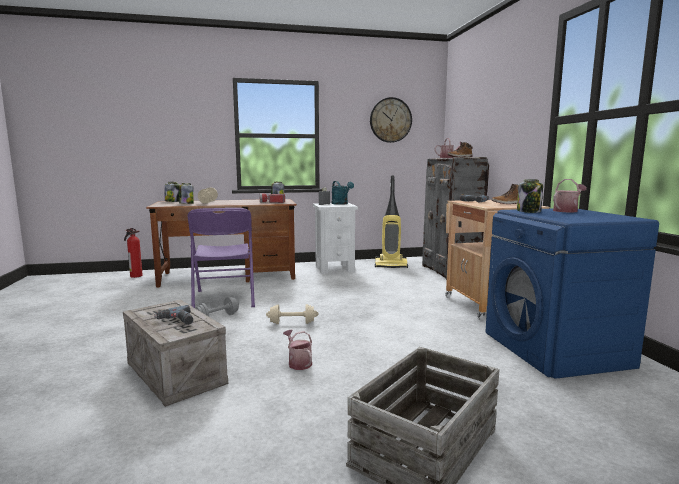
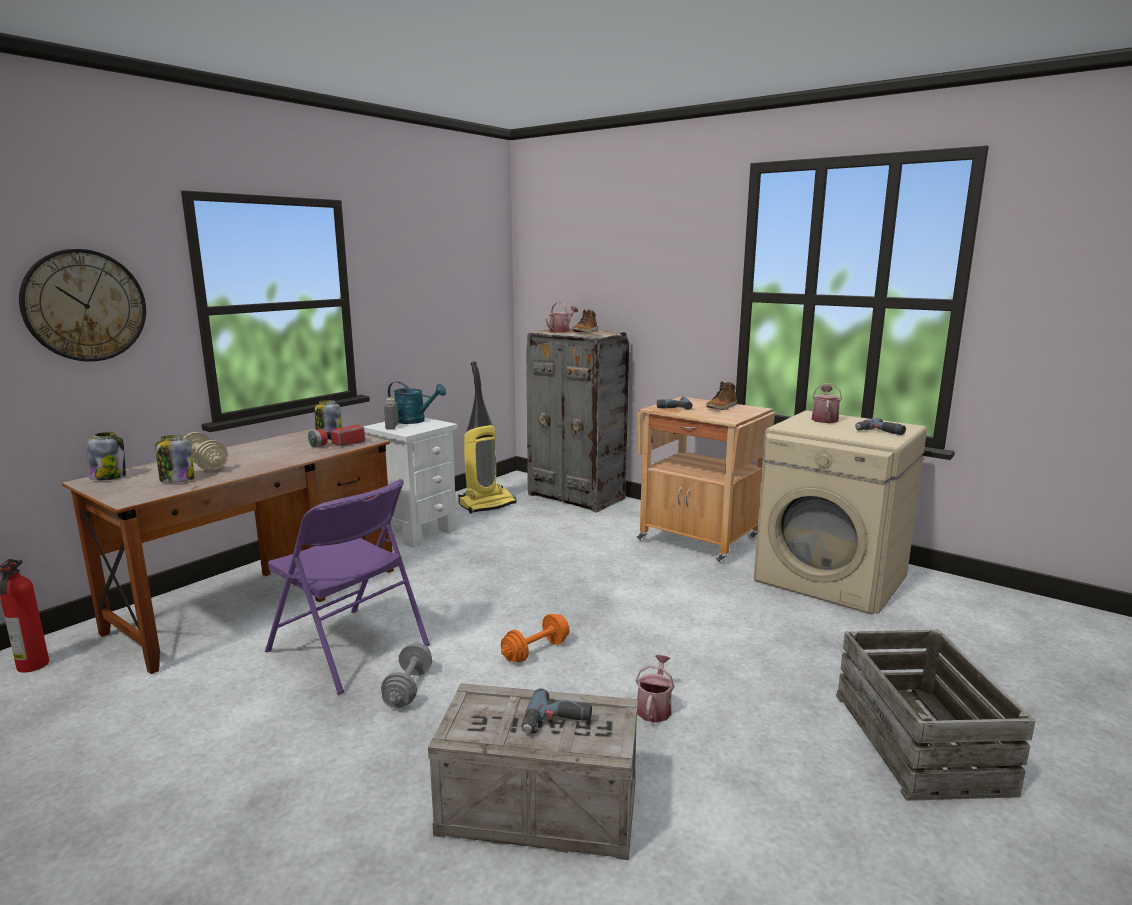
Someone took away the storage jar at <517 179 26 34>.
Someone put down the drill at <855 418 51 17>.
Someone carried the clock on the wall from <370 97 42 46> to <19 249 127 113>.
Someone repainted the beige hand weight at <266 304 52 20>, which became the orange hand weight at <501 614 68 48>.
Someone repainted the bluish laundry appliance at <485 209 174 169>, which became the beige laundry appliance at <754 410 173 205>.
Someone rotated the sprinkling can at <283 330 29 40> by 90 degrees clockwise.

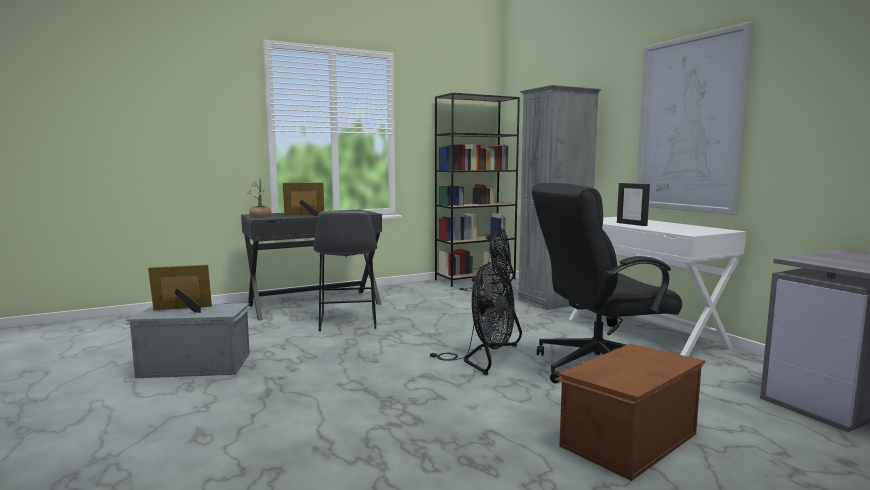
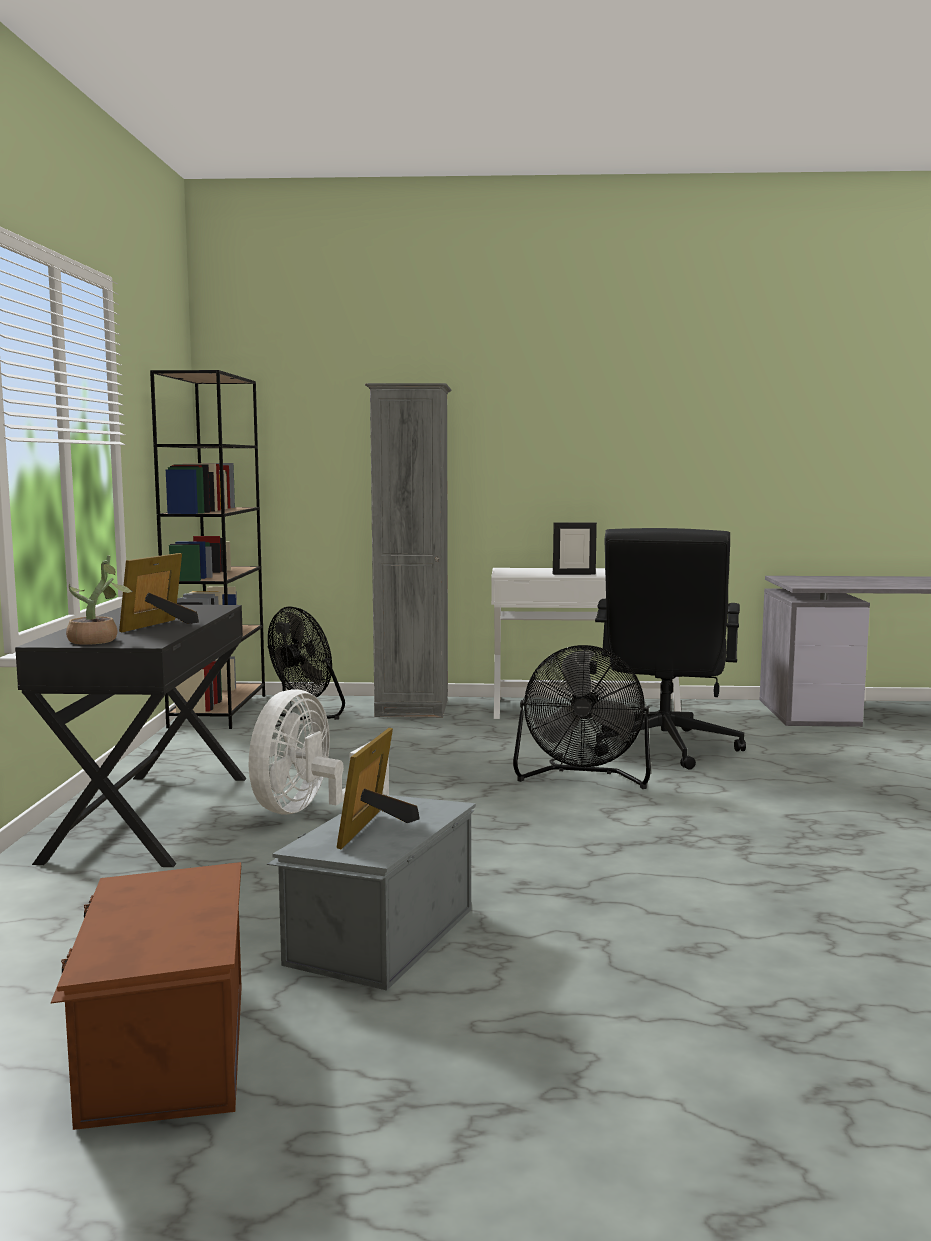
Someone took away the wall art at <636 22 118 193>.
Someone carried the brown-coloured storage container from <554 344 151 137> to <51 862 191 268>.
Someone swapped the grey stool seat at <313 211 65 120> for the white fan at <249 689 140 125>.
Someone rotated the black-coloured fan at <429 262 93 113> by 135 degrees clockwise.

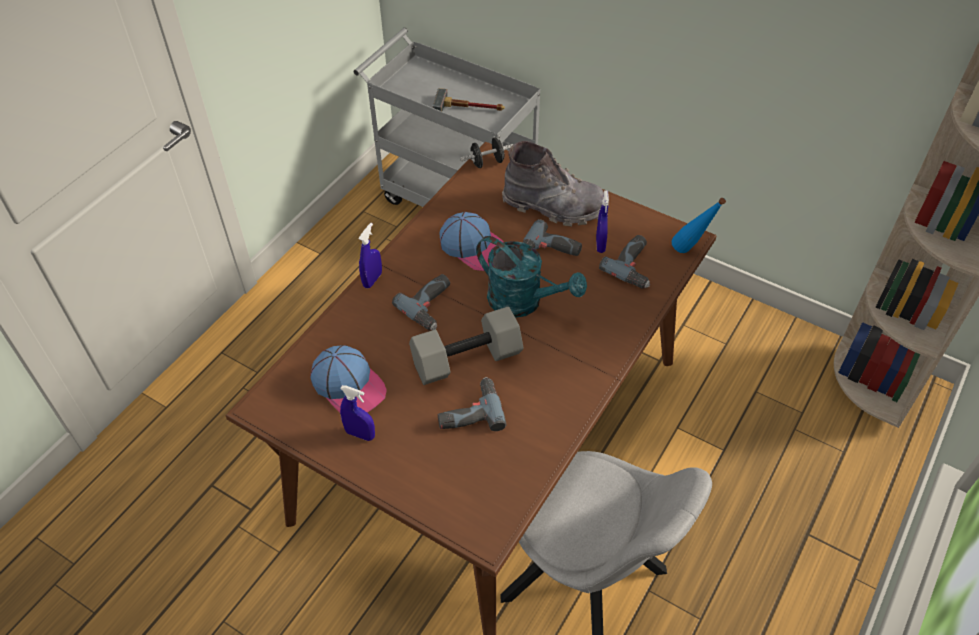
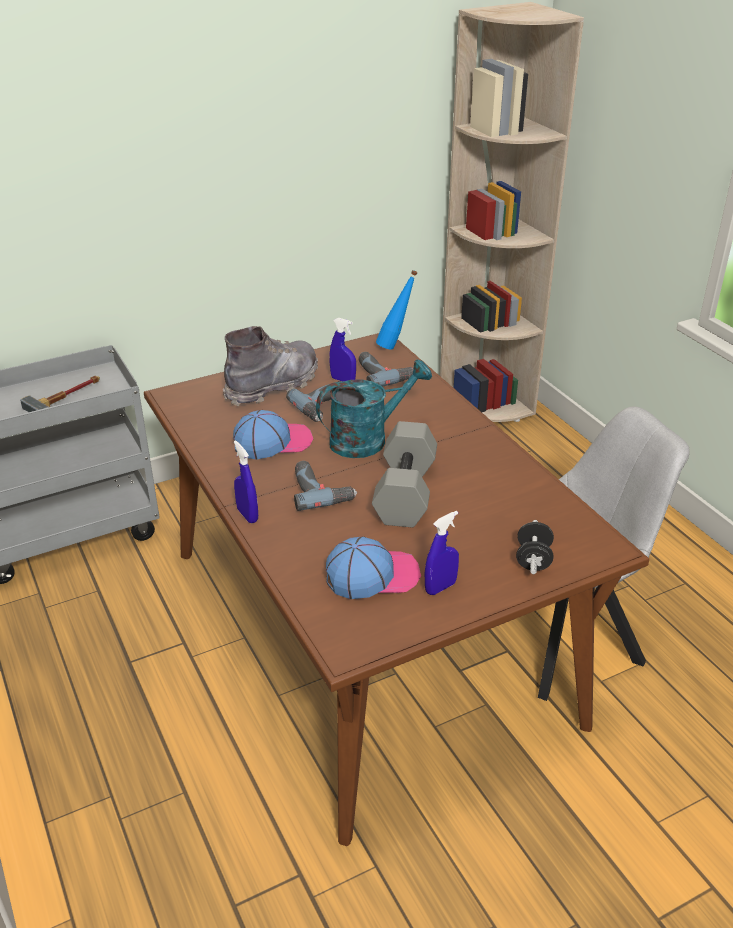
Someone took away the drill at <438 377 68 54>.
Someone carried the black-coloured hand weight from <460 137 53 31> to <516 520 38 54>.

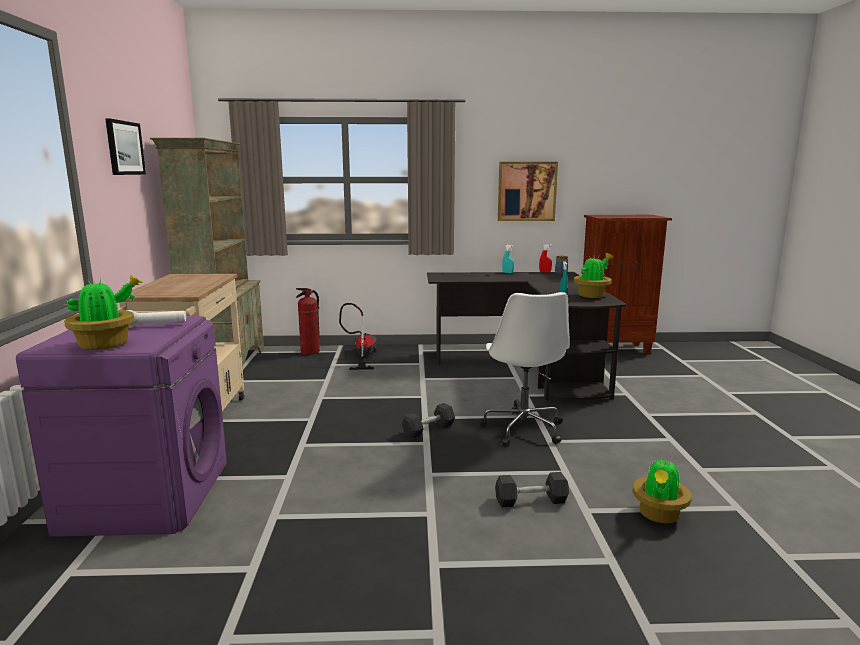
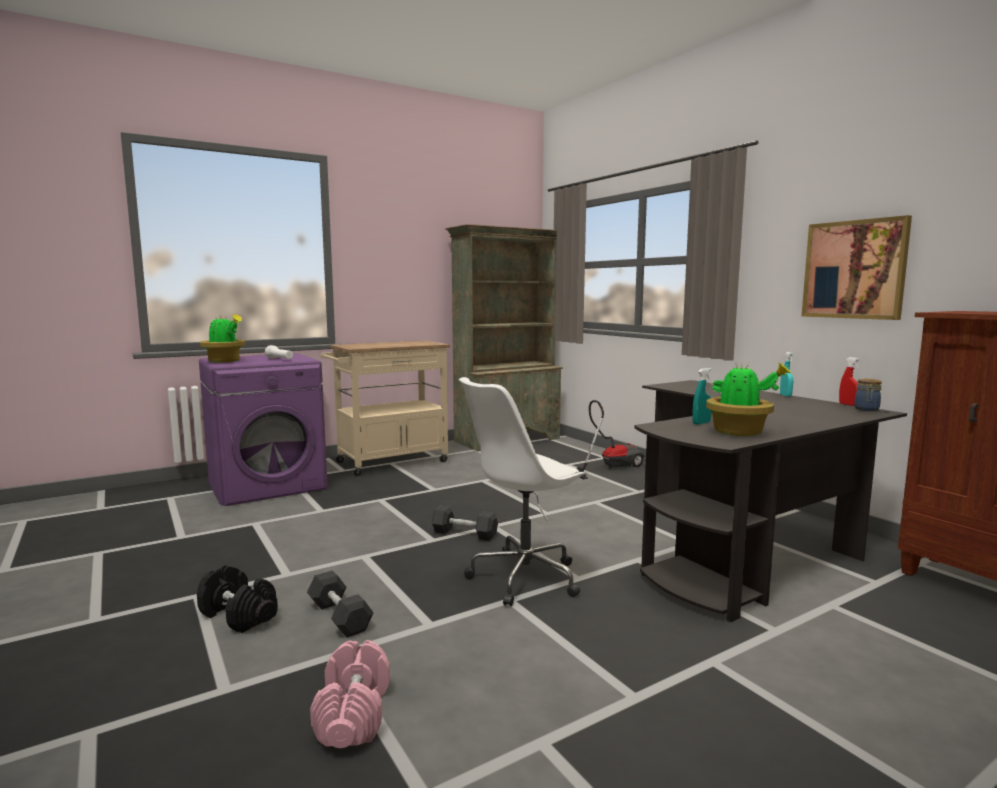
Someone took away the wall art at <105 118 41 57>.
Someone took away the fire extinguisher at <296 288 24 67>.
Someone put down the black-coloured hand weight at <197 565 81 68>.
Someone swapped the potted plant at <633 458 59 65> for the pink-coloured hand weight at <310 640 80 108>.

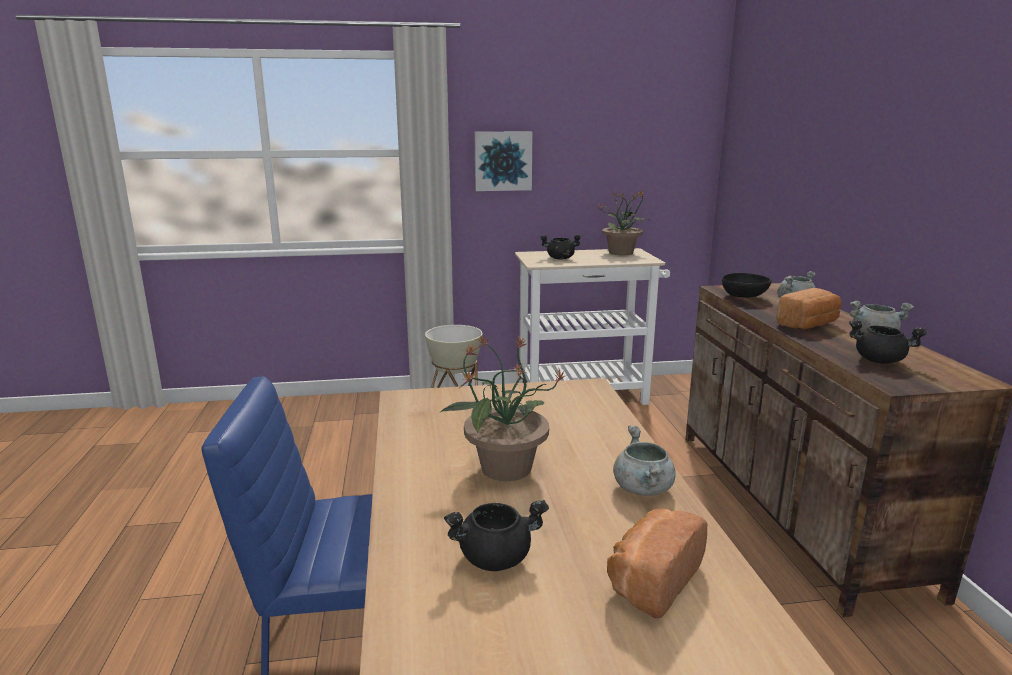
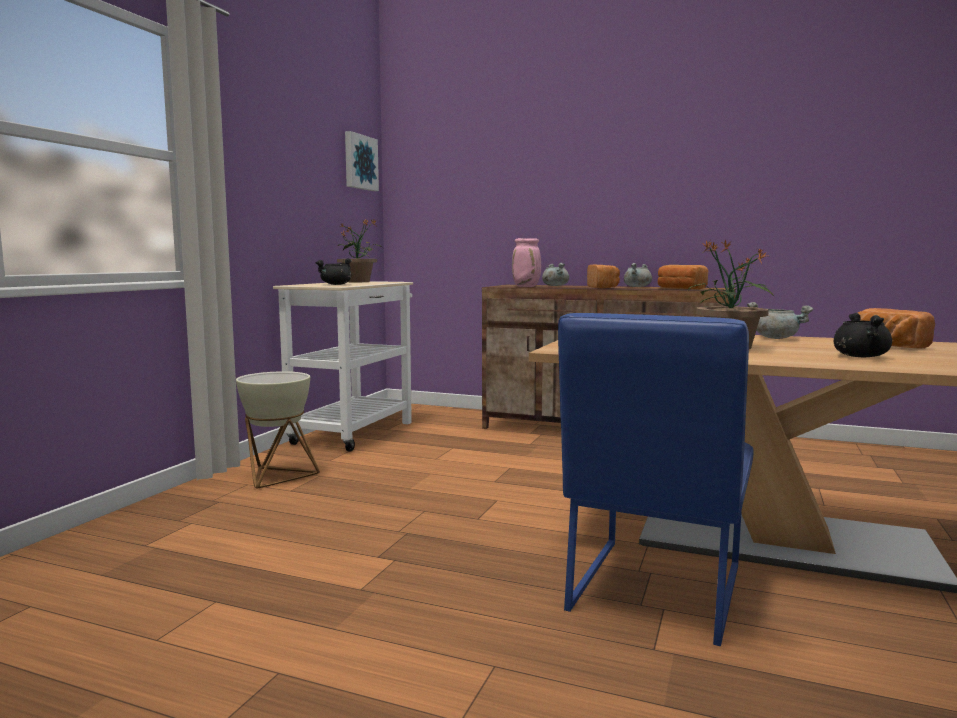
Someone carried the wall art from <474 132 59 59> to <345 131 34 60>.
Someone swapped the black-coloured deep dish at <722 273 49 25> for the pink-coloured decorative vase at <512 238 29 49>.
Someone swapped the black-coloured cooking pot at <849 320 78 44> for the bakery bread at <658 265 50 24>.

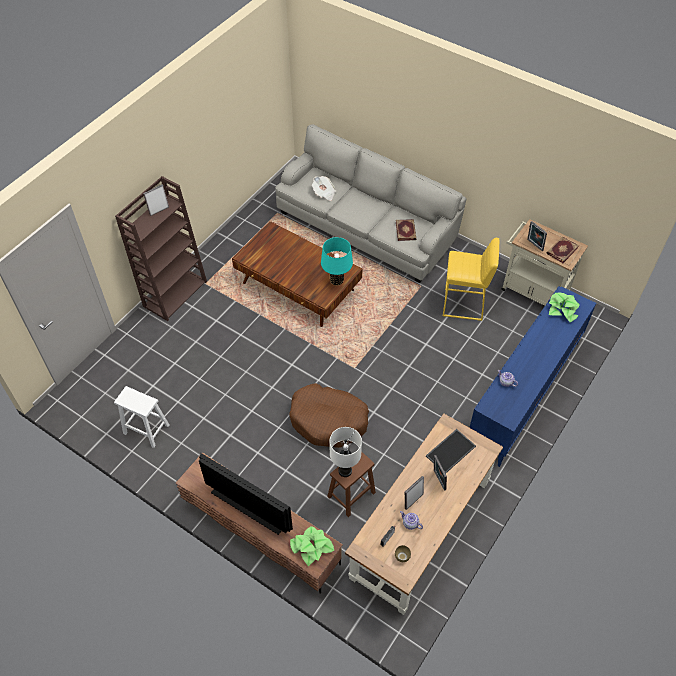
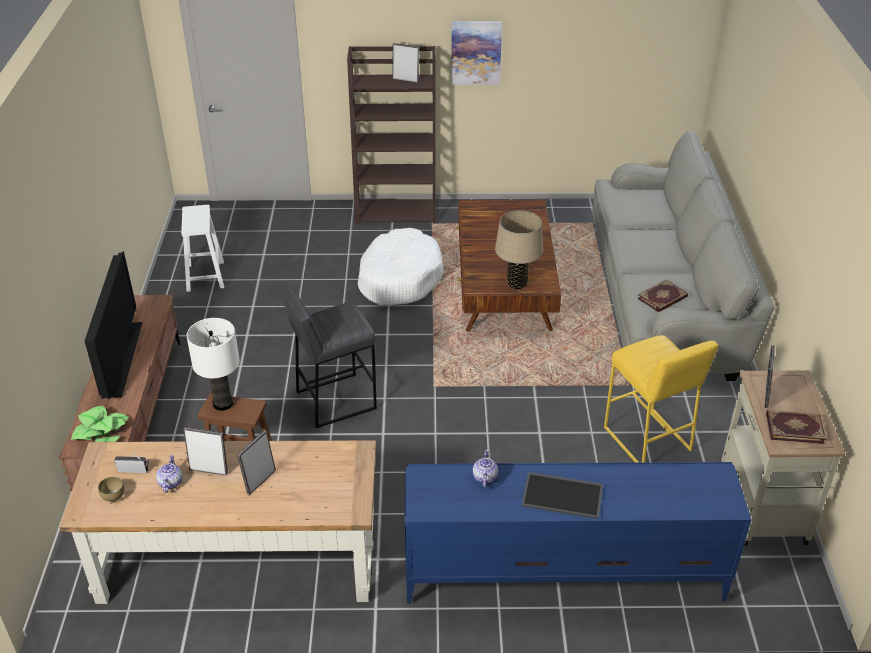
Someone took away the newspaper at <312 176 24 25>.
Someone took away the potted plant at <549 292 30 30>.
Someone put down the white pet bed at <358 228 85 78>.
Someone put up the wall art at <451 21 51 64>.
Someone carried the carrying tray from <426 429 50 45> to <522 472 81 47>.
Someone swapped the brown-coloured pet bed at <289 383 80 65> for the grey stool seat at <280 285 97 143>.
Someone repainted the turquoise-coloured lamp for a table at <321 237 32 49>, which became the beige lamp for a table at <495 210 48 79>.

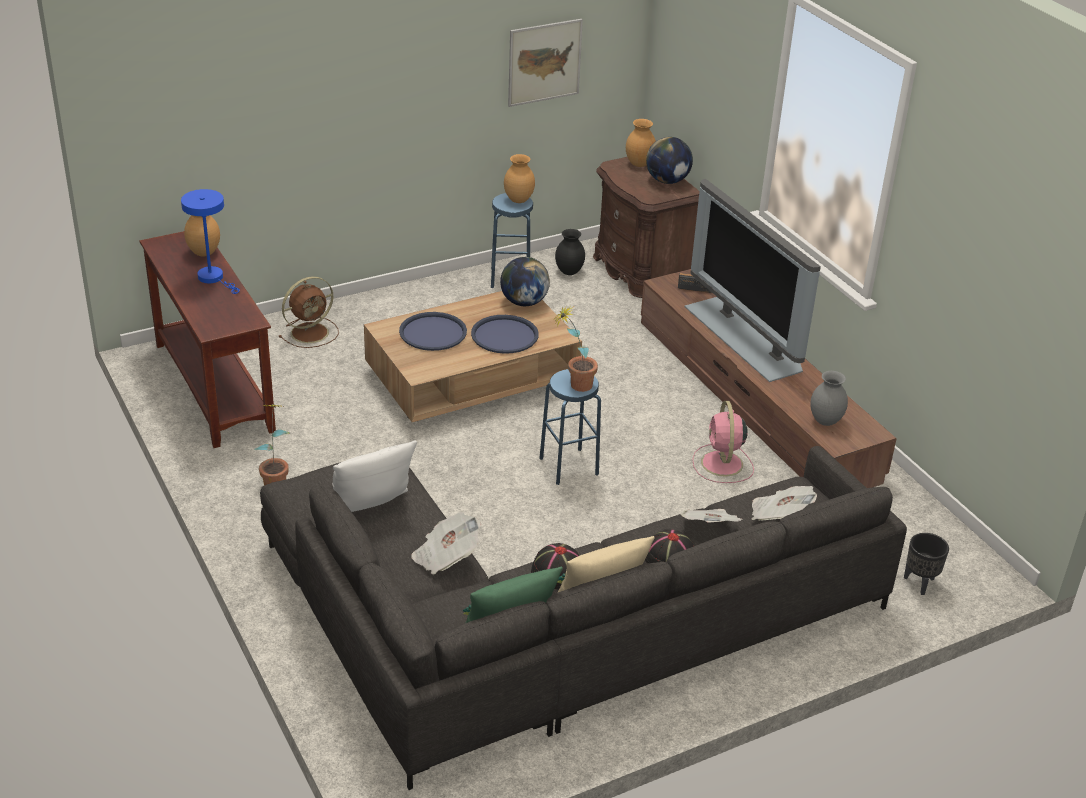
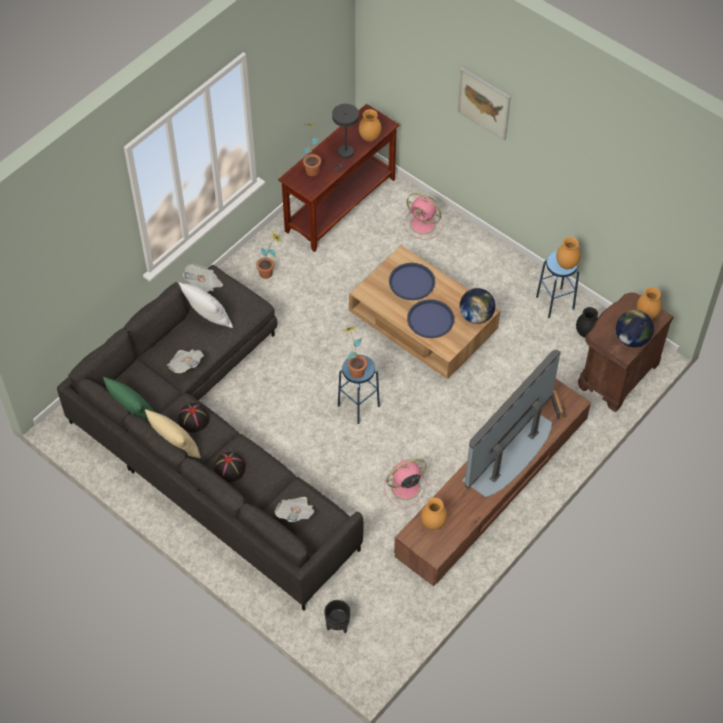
Someone put down the potted plant at <301 124 20 52>.
Someone carried the wall art from <508 19 75 88> to <457 68 54 72>.
Someone carried the newspaper from <680 509 63 13> to <182 264 41 28>.
Someone repainted the bluish lamp for a table at <181 189 59 105>, which became the grey lamp for a table at <332 104 27 68>.
Someone repainted the brown-coloured fan at <278 276 61 72>, which became the pink-coloured fan at <404 193 39 47>.
Someone repainted the grey decorative vase at <810 371 38 55>, which became the brown-coloured decorative vase at <421 498 26 32>.

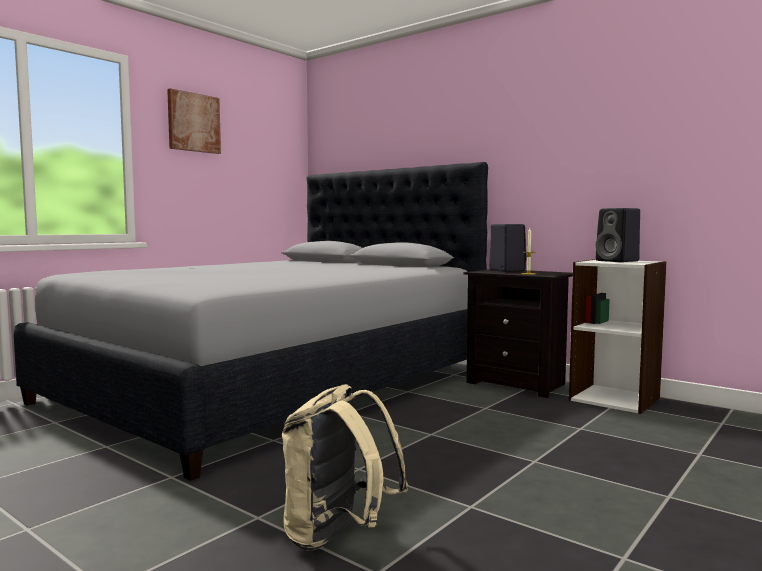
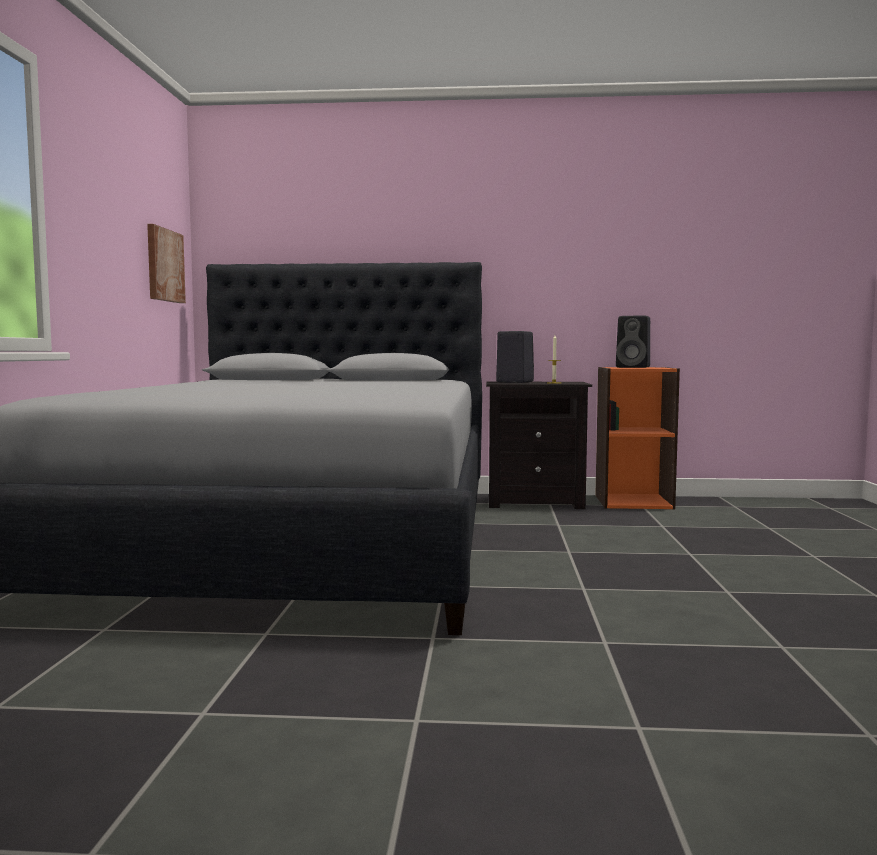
Someone took away the beige backpack at <282 384 126 167>.
Someone carried the wall art from <167 88 54 66> to <147 224 39 79>.
Someone repainted the white bookshelf at <569 259 98 155>, which became the orange bookshelf at <595 367 85 142>.

